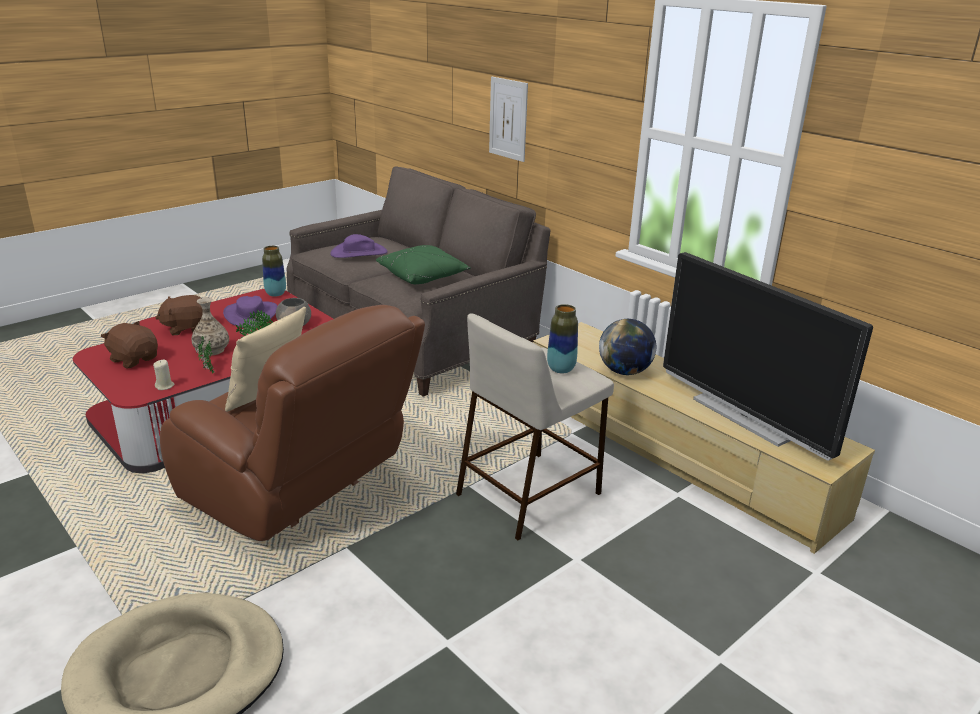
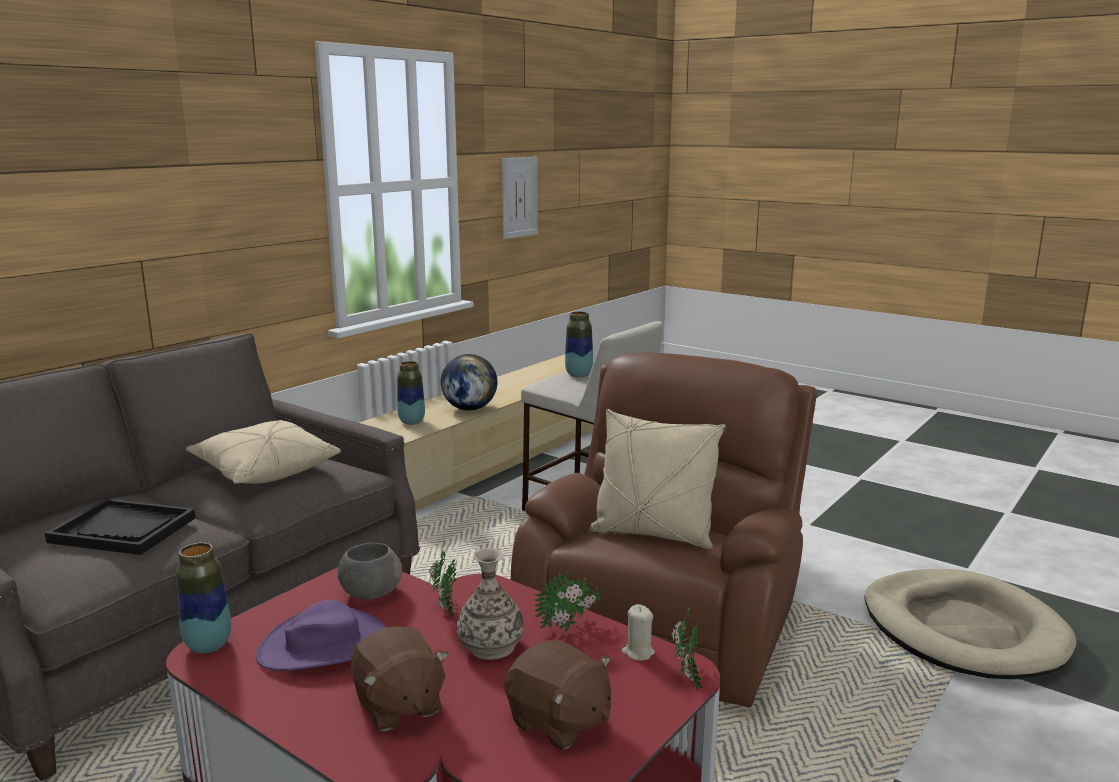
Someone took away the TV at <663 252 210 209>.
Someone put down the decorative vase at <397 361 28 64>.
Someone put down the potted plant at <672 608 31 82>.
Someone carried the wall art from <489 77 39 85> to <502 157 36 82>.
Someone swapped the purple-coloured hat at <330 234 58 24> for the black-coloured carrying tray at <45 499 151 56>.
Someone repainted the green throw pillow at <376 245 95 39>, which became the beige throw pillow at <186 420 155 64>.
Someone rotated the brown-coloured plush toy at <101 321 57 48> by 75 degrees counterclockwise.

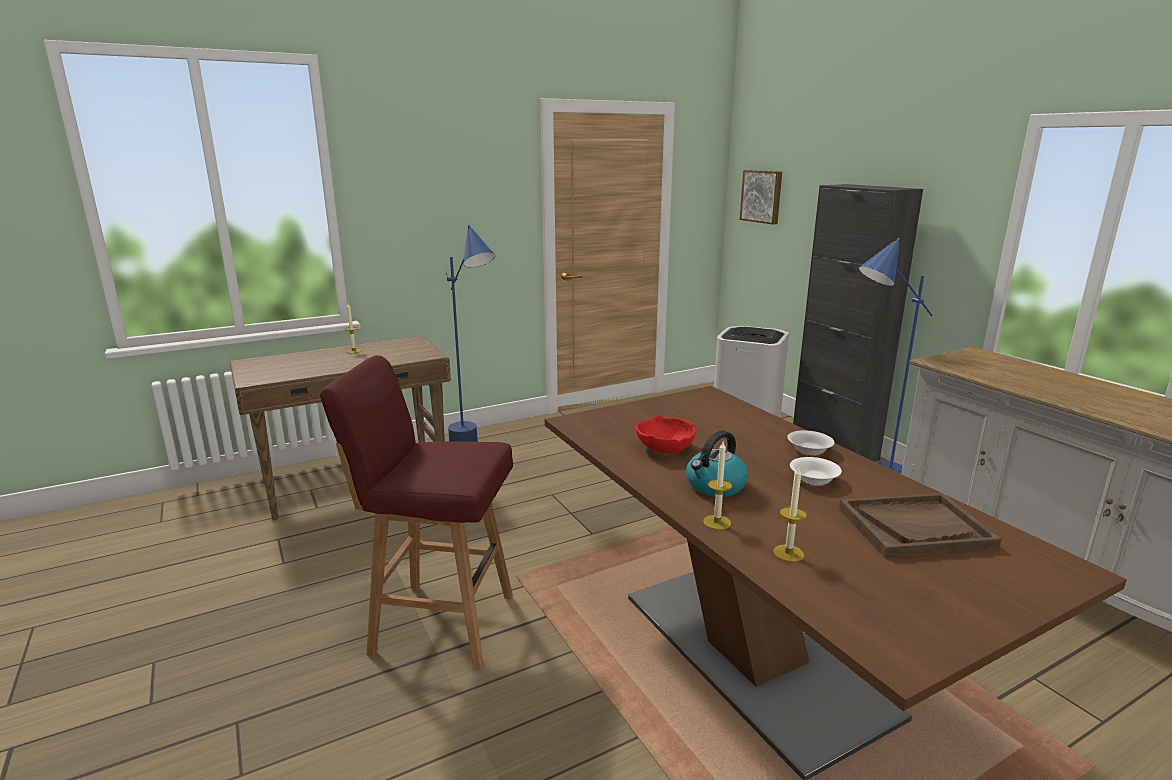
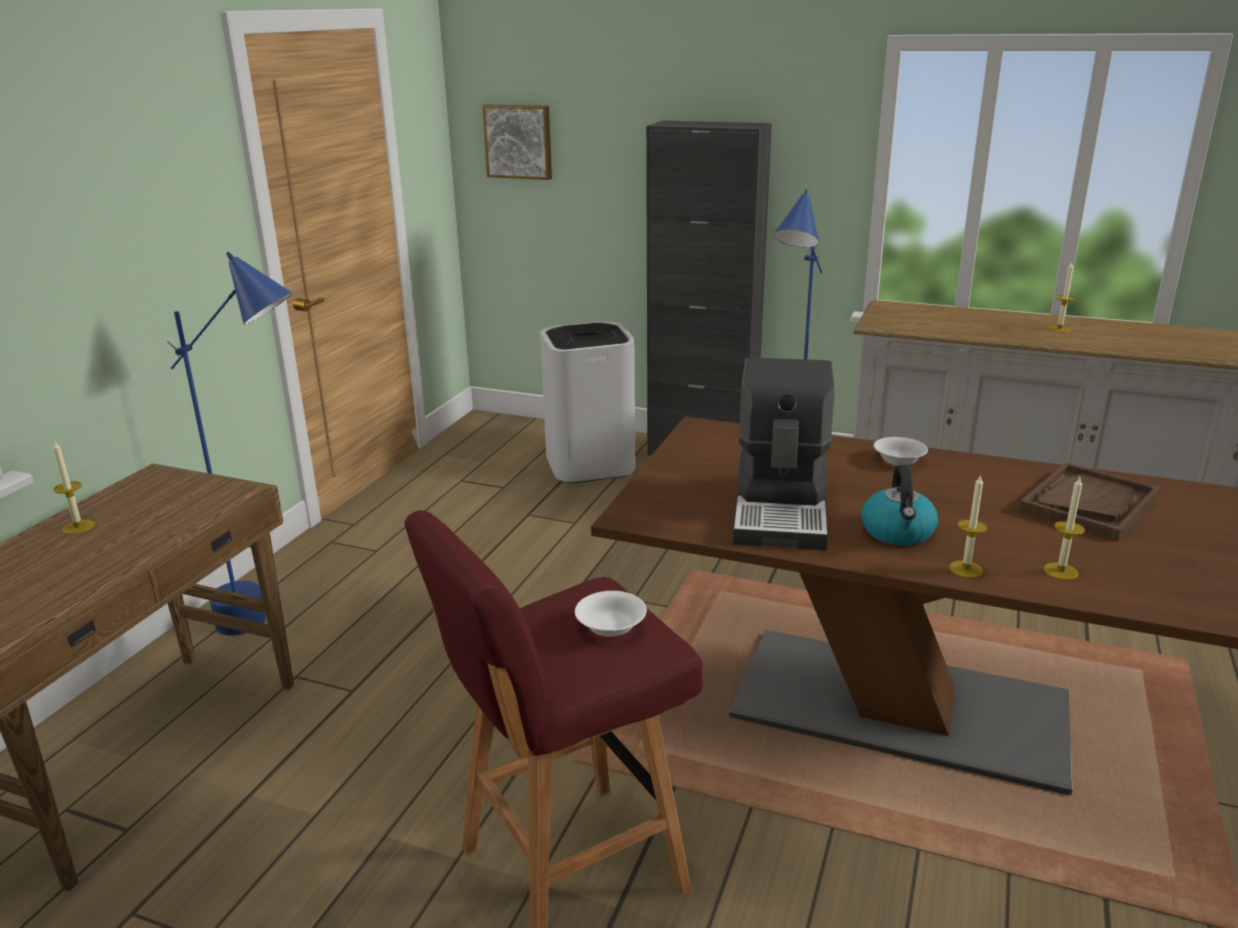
Someone put down the wax candle at <1048 262 27 71>.
Someone carried the white deep dish from <790 457 52 28> to <575 591 72 46>.
Someone swapped the red-coloured deep dish at <636 415 60 38> for the coffee machine at <733 357 102 193>.

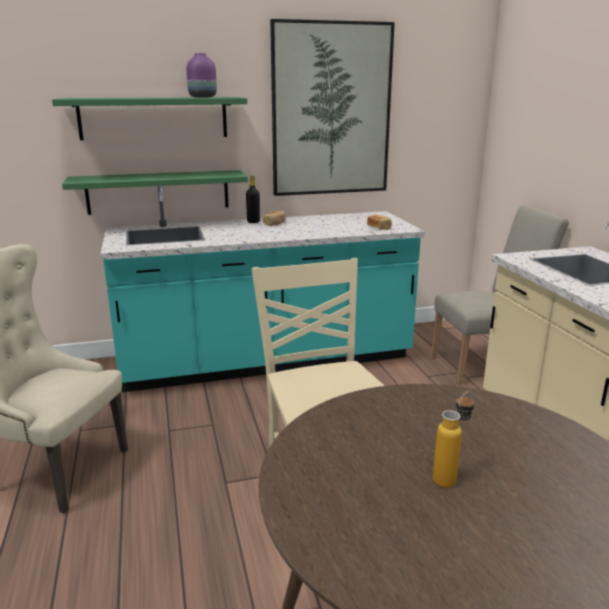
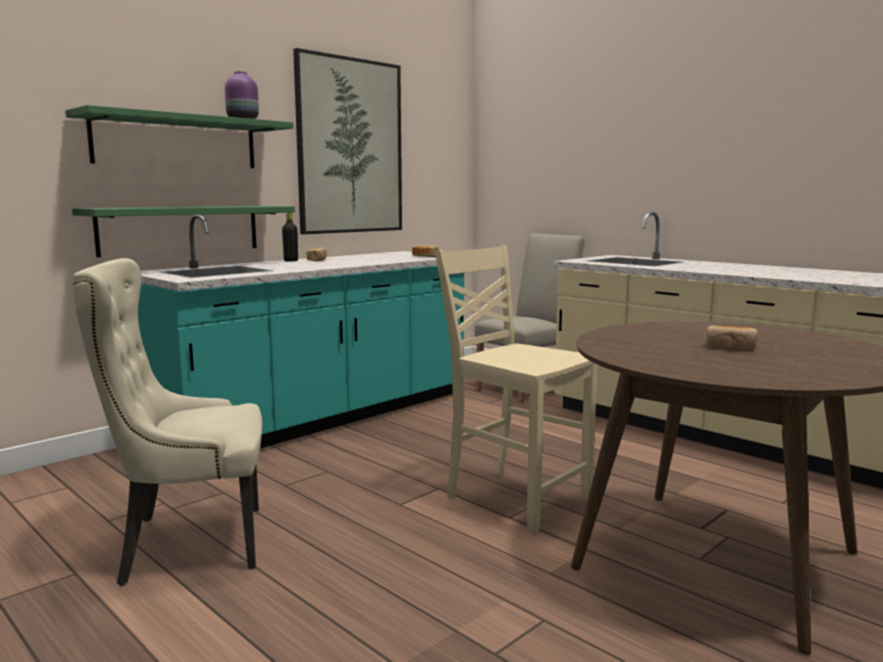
Someone swapped the beverage bottle at <433 391 41 97> for the bakery bread at <706 325 52 25>.

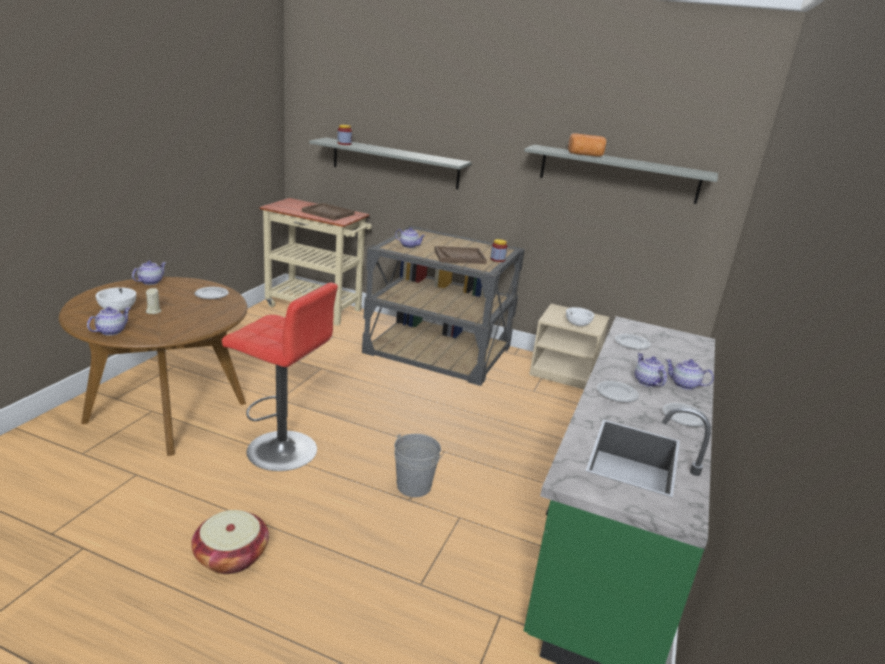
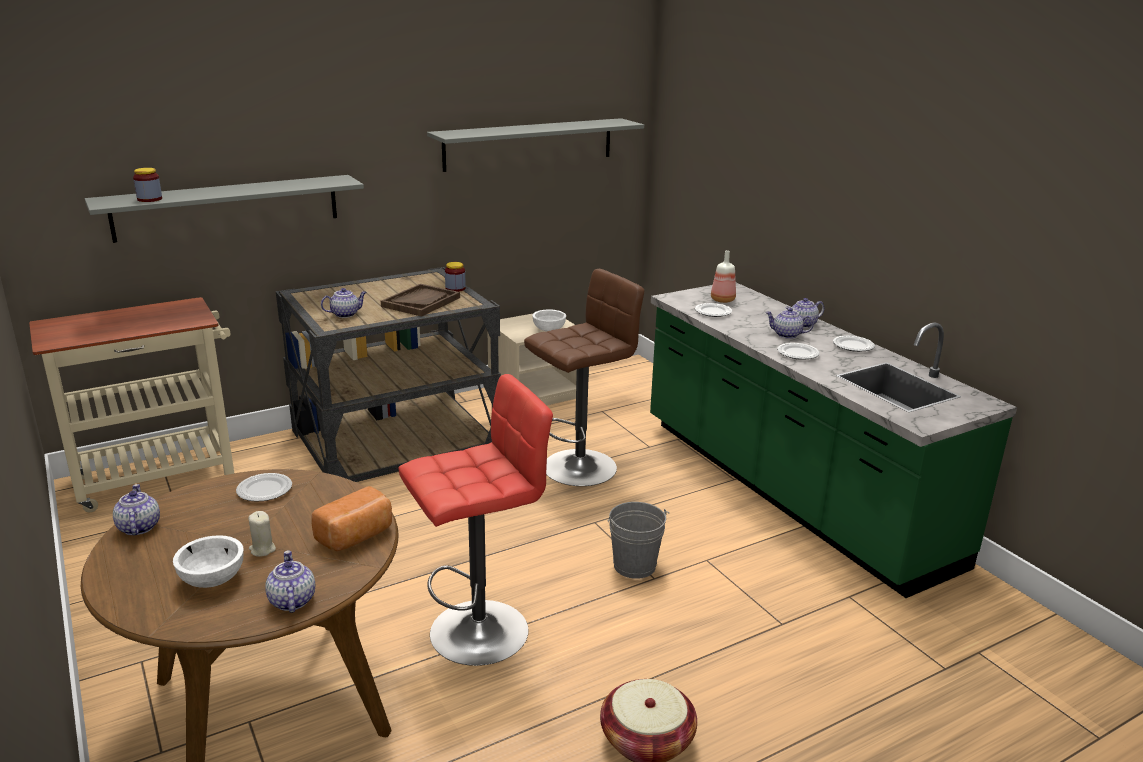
Someone took away the brown-coloured carrying tray at <302 203 53 18>.
Someone put down the brown-coloured stool seat at <524 269 120 217>.
Someone put down the beverage bottle at <711 250 25 53>.
Someone carried the bakery bread from <568 133 38 24> to <311 486 81 66>.

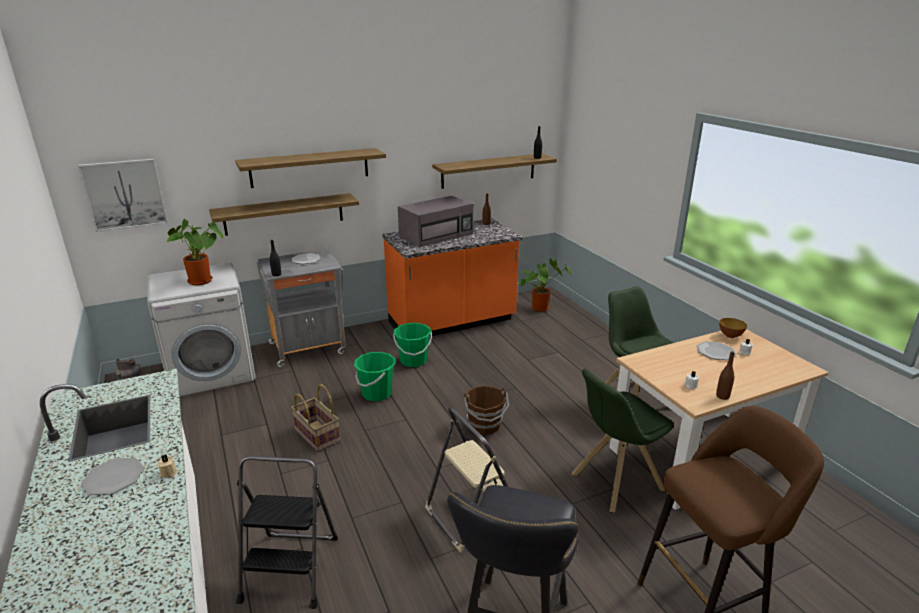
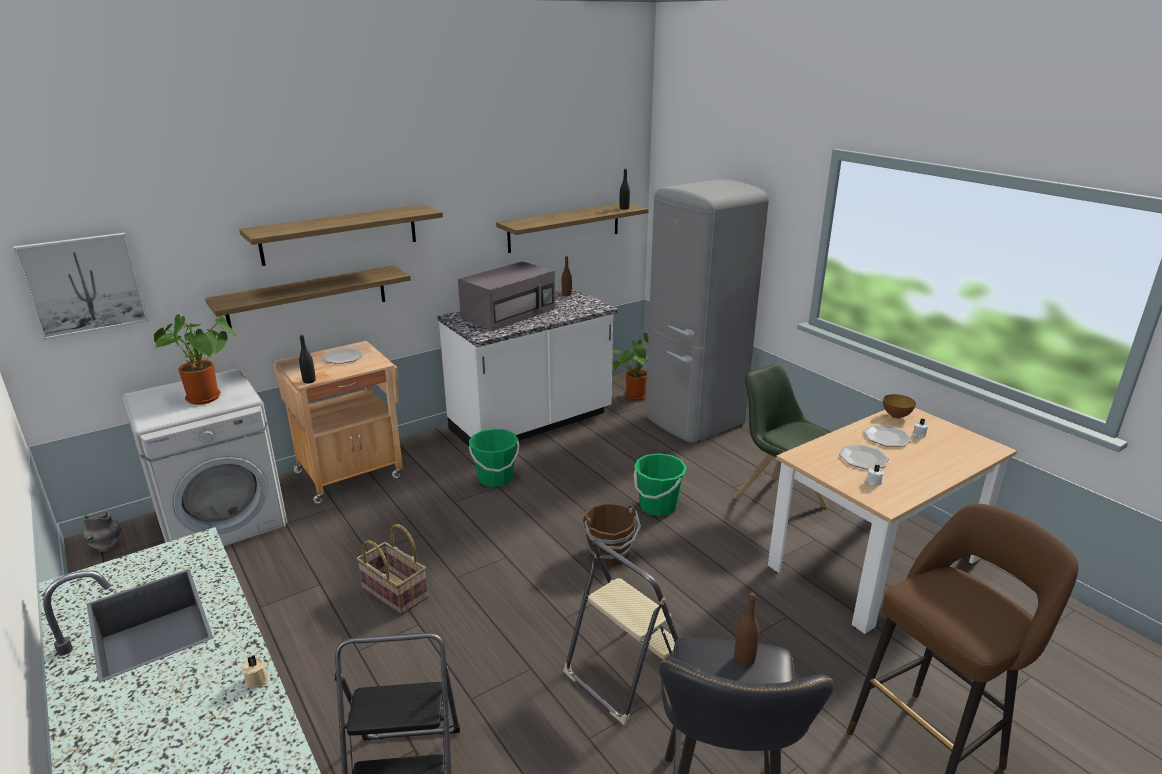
Someone took away the green chair at <572 368 102 145>.
Someone put down the grey fridge at <645 180 124 262>.
Someone carried the flat dish from <81 458 63 37> to <839 445 50 24>.
Someone carried the green bucket from <354 352 41 49> to <634 453 53 63>.
Someone carried the brown-coloured beverage bottle from <716 351 19 49> to <734 592 25 74>.
Someone repainted the grey cart at <257 249 89 118>, which became the brown-coloured cart at <273 341 130 163>.
Someone repainted the orange kitchen base unit at <382 218 140 119>, which became the white kitchen base unit at <437 288 180 159>.

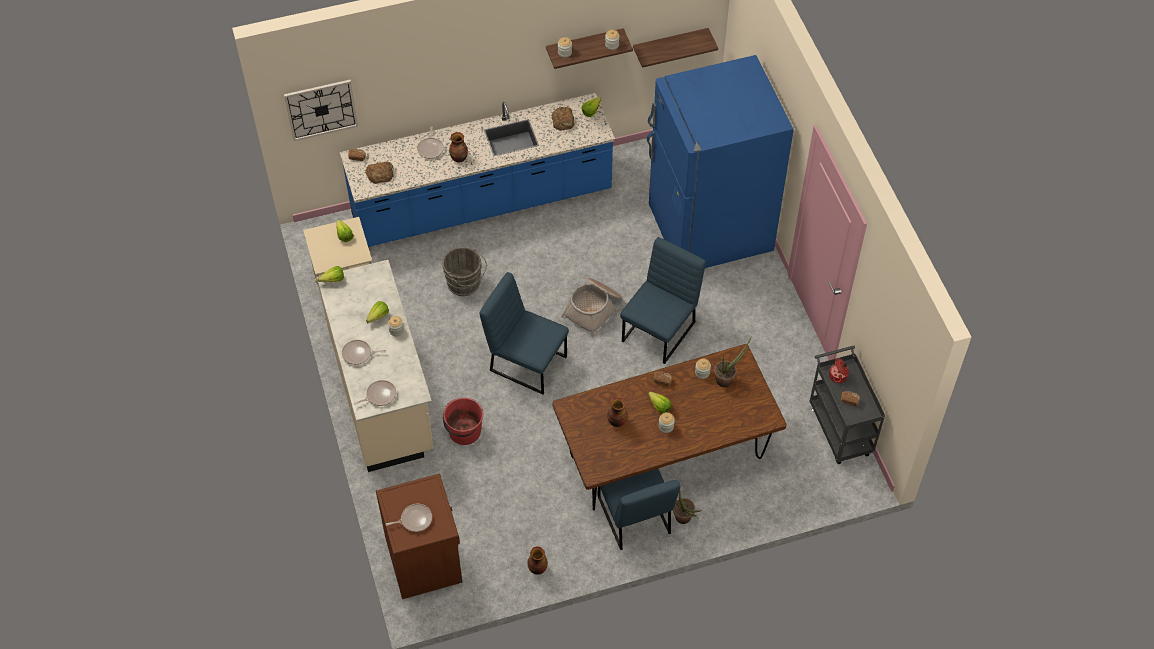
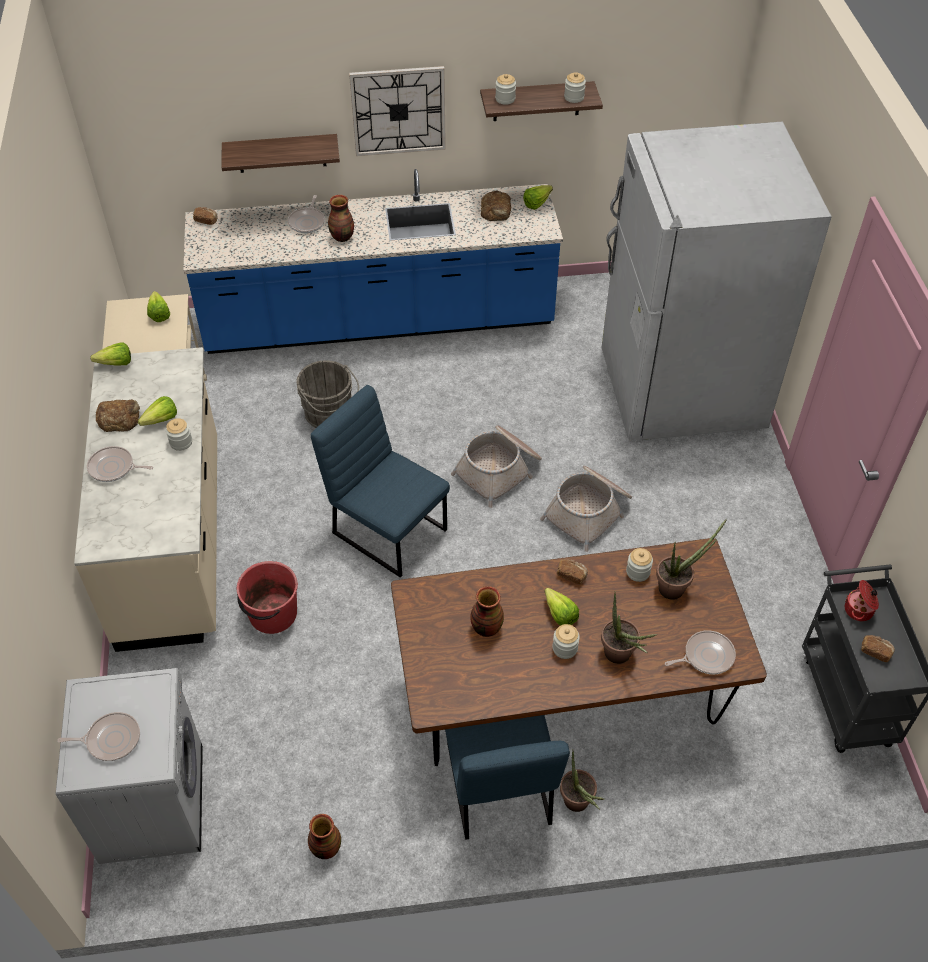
Someone put down the potted plant at <601 593 56 71>.
Someone carried the clock on the wall from <284 80 74 61> to <349 66 97 90>.
Someone carried the pan from <353 380 43 26> to <665 630 71 44>.
Someone carried the bakery bread from <365 161 28 23> to <96 399 44 33>.
Someone carried the bracket shelf from <633 28 85 40> to <222 134 118 39>.
Someone swapped the bluish chair at <620 237 86 127> for the household basket at <540 466 92 86>.
Someone repainted the brown-coloured laundry appliance at <376 474 86 125>, which became the white laundry appliance at <56 668 147 196>.
Someone repainted the bluish fridge at <647 55 147 213>, which became the white fridge at <601 121 231 320>.

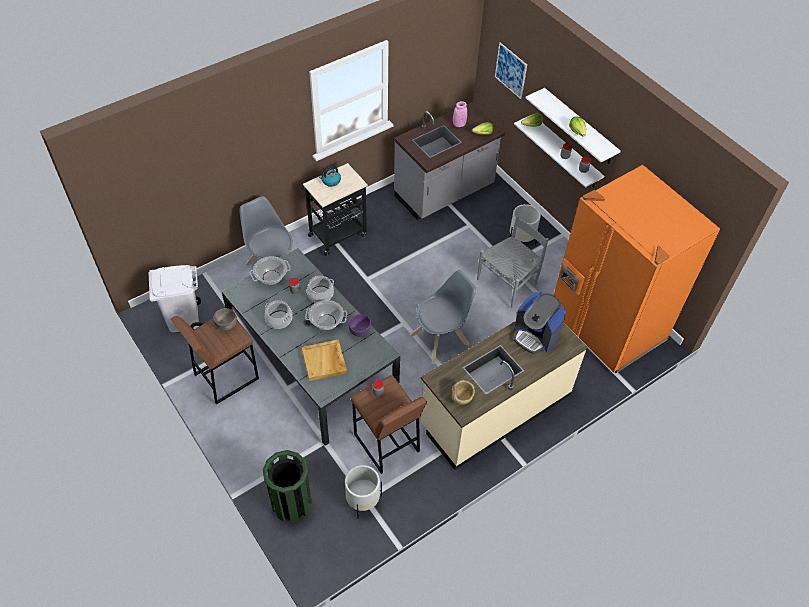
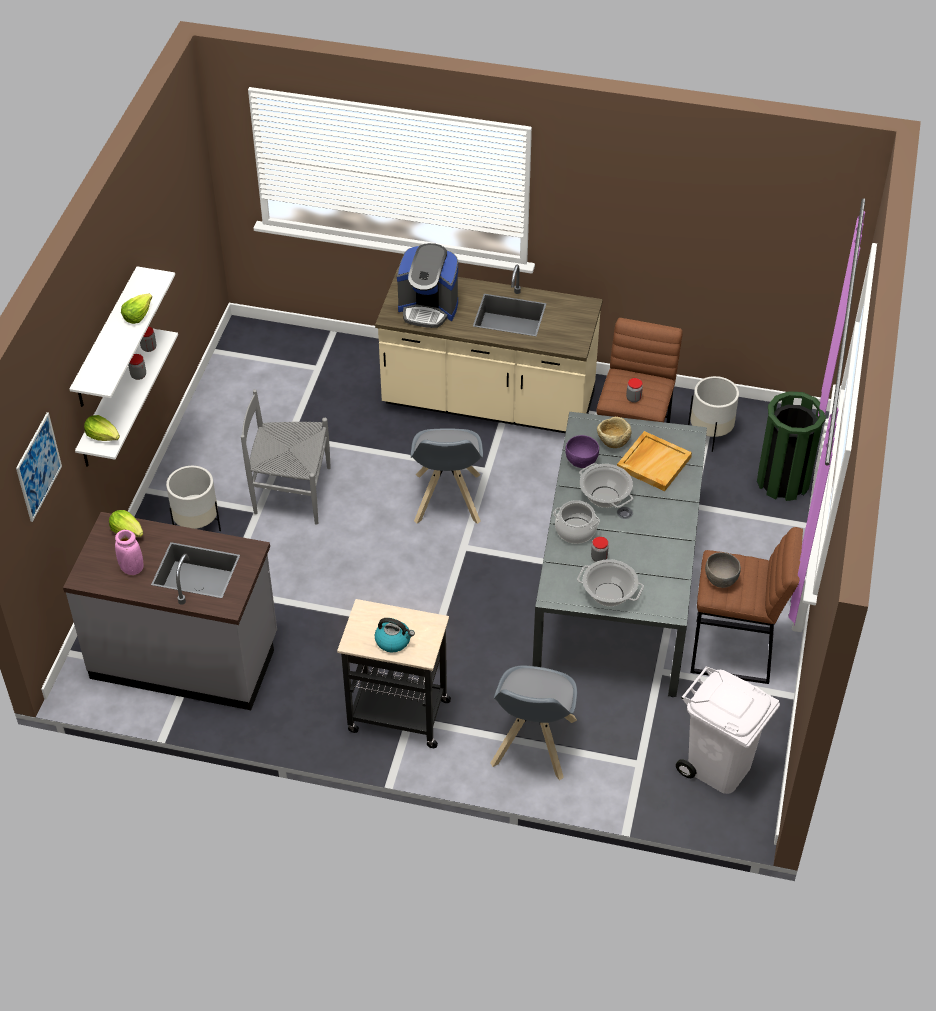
Someone took away the cooking pot at <265 301 28 28>.
Someone took away the orange fridge at <554 165 166 208>.
Someone carried the beige deep dish from <452 380 23 25> to <597 417 35 31>.
Someone rotated the grey chair at <410 270 66 94> by 105 degrees counterclockwise.
Someone rotated the coffee machine at <514 292 52 62> by 105 degrees clockwise.

